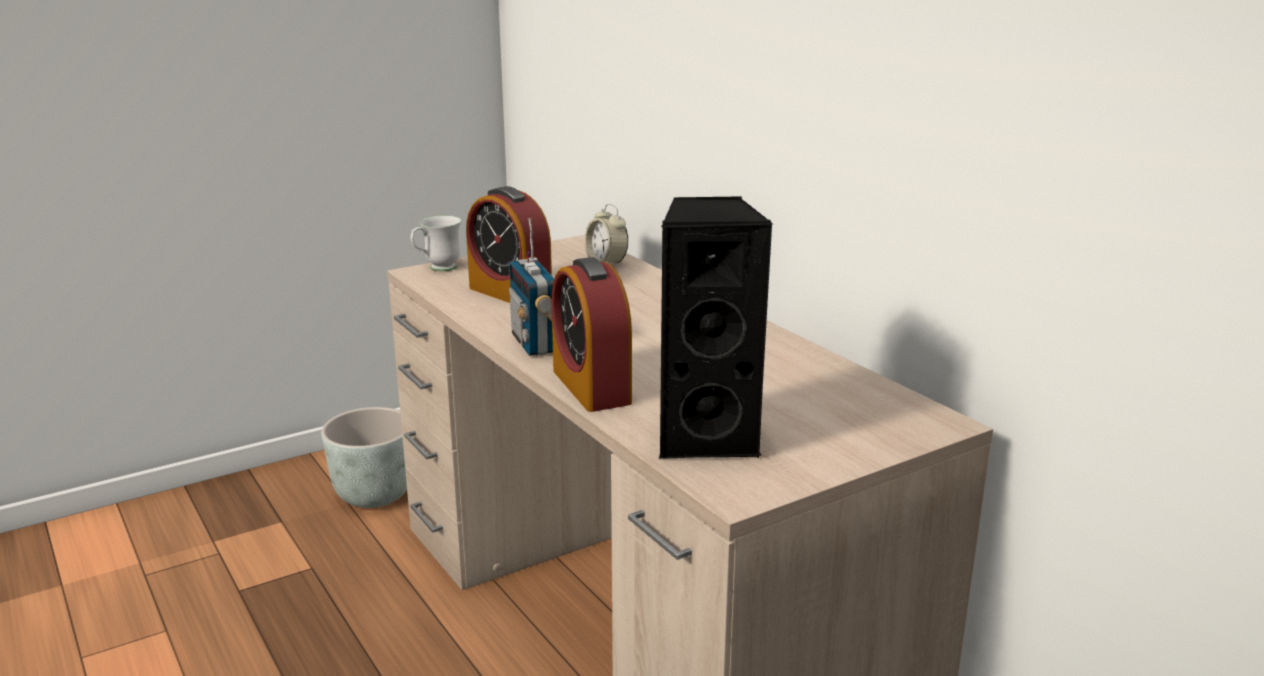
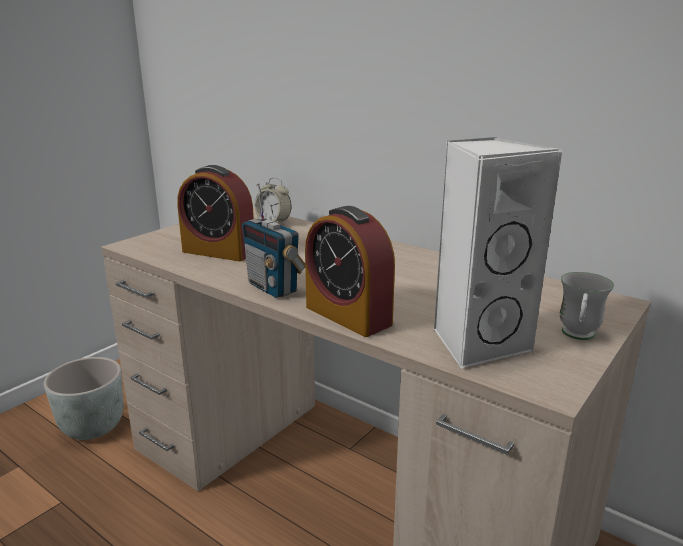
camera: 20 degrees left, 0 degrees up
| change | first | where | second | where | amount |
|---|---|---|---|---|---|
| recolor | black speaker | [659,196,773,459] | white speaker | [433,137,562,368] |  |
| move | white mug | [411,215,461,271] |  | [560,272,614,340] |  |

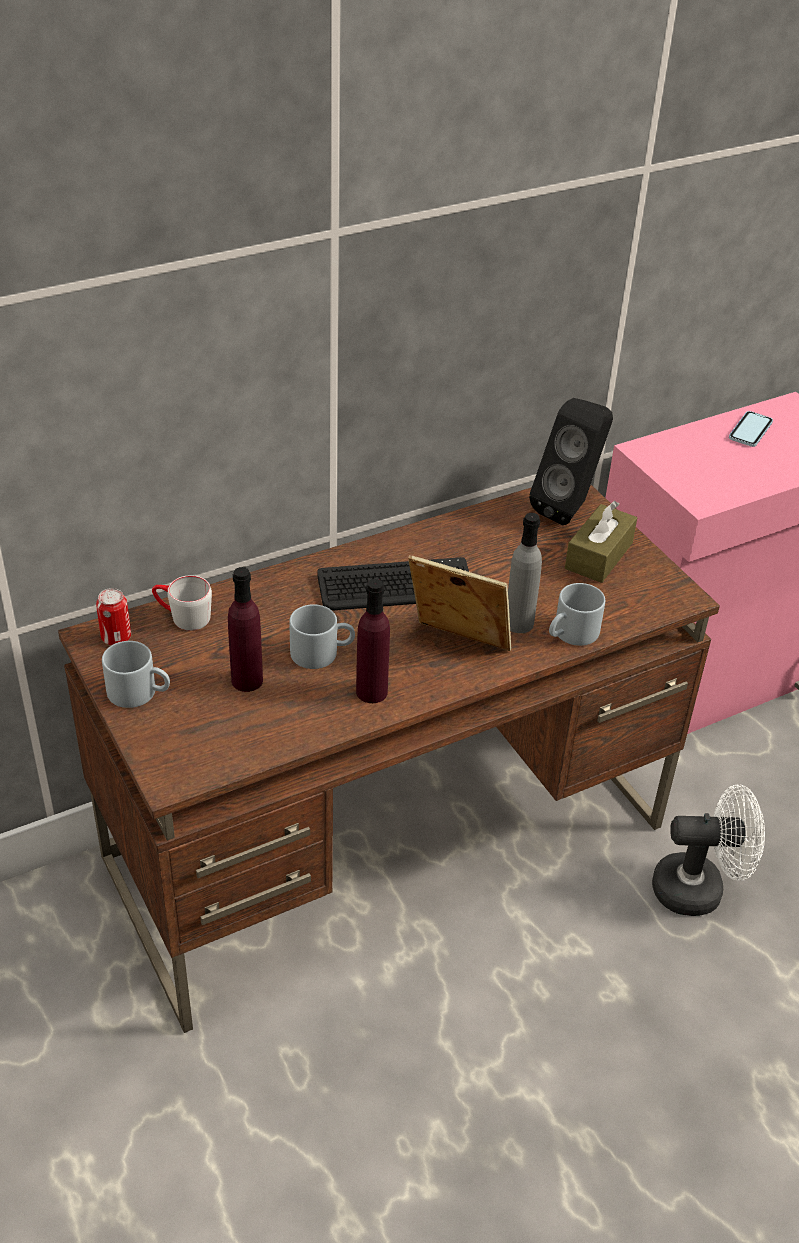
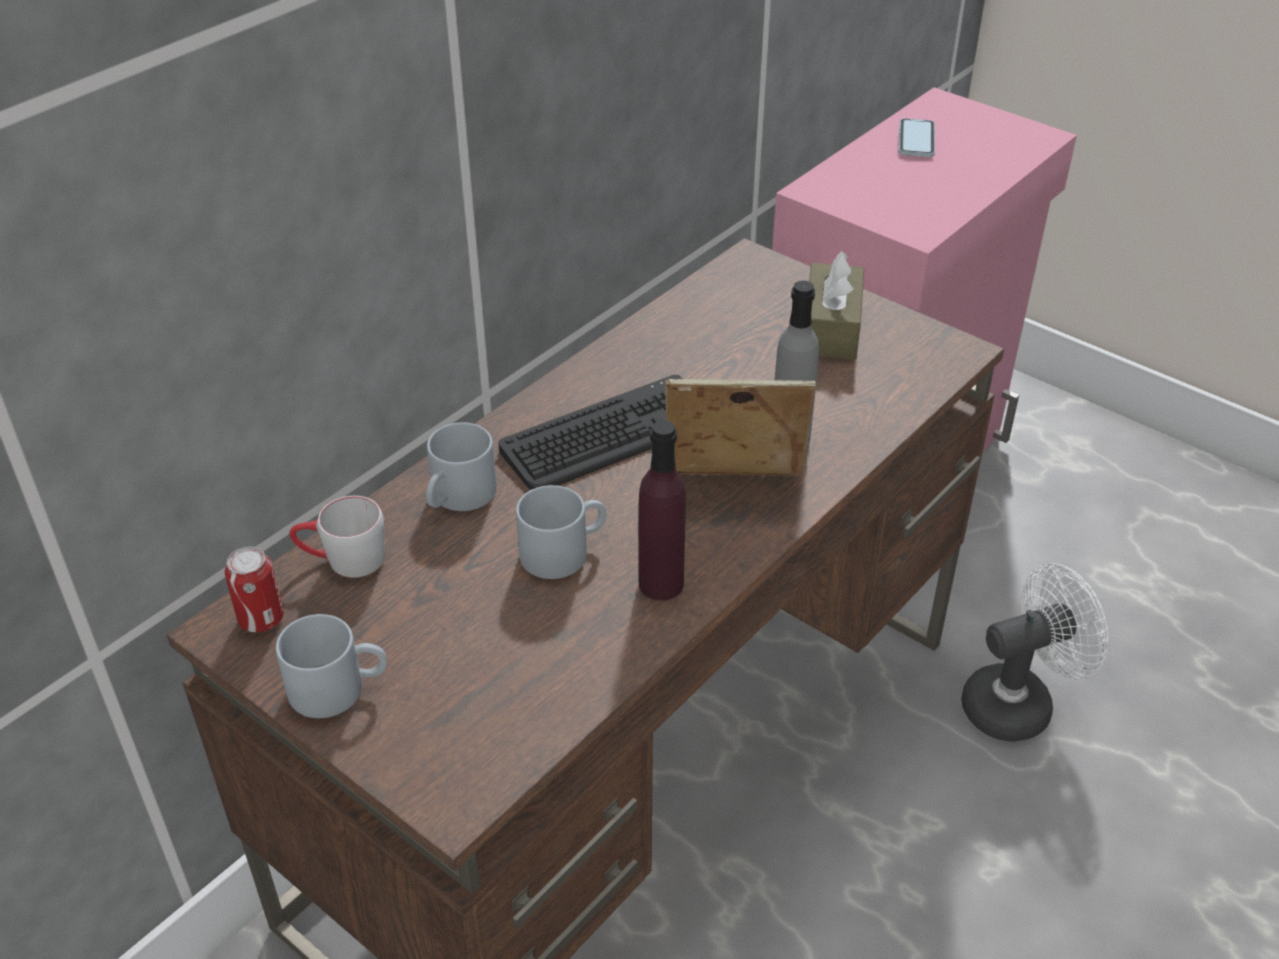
camera: 20 degrees left, 0 degrees up
| change | first | where | second | where | amount |
|---|---|---|---|---|---|
| move | grey mug | [549,583,605,646] |  | [426,422,497,511] |  |
| delete | purple bottle | [228,567,263,692] |  |  |  |
| delete | black speaker | [529,398,613,525] |  |  |  |

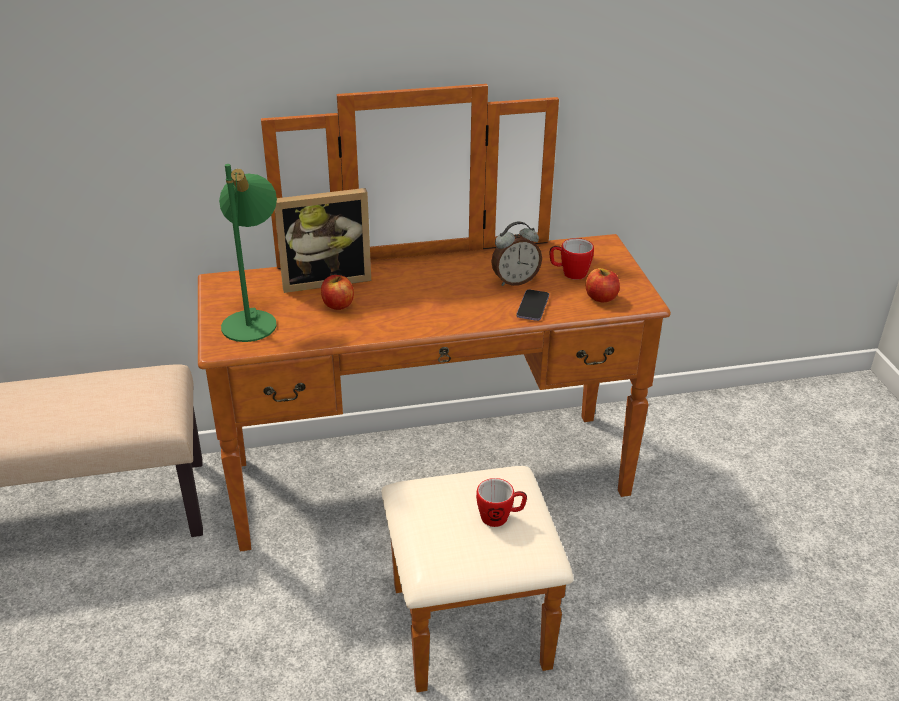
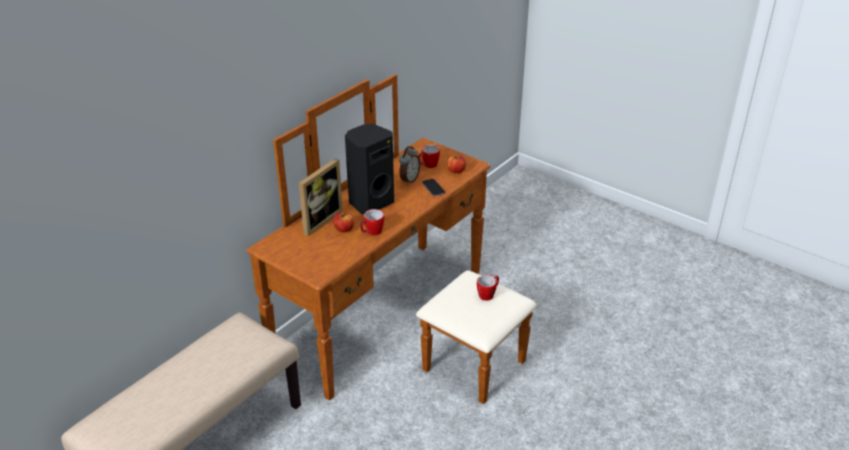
camera: 40 degrees left, 0 degrees up
| change | first | where | second | where | amount |
|---|---|---|---|---|---|
| insert |  |  | black speaker | [345,124,394,214] |  |
| insert |  |  | mug | [360,209,384,235] |  |
| delete | green table lamp | [219,164,277,342] |  |  |  |

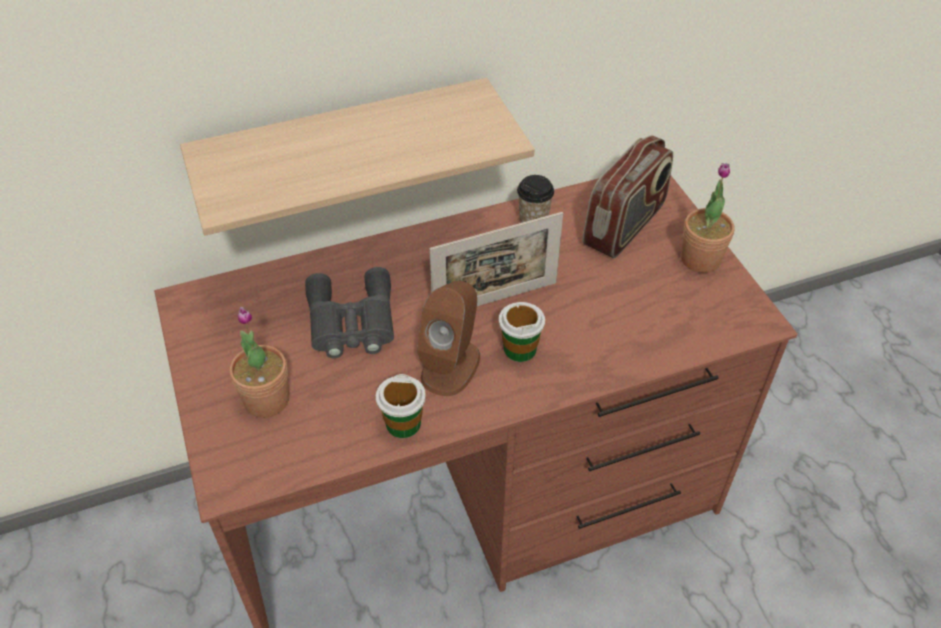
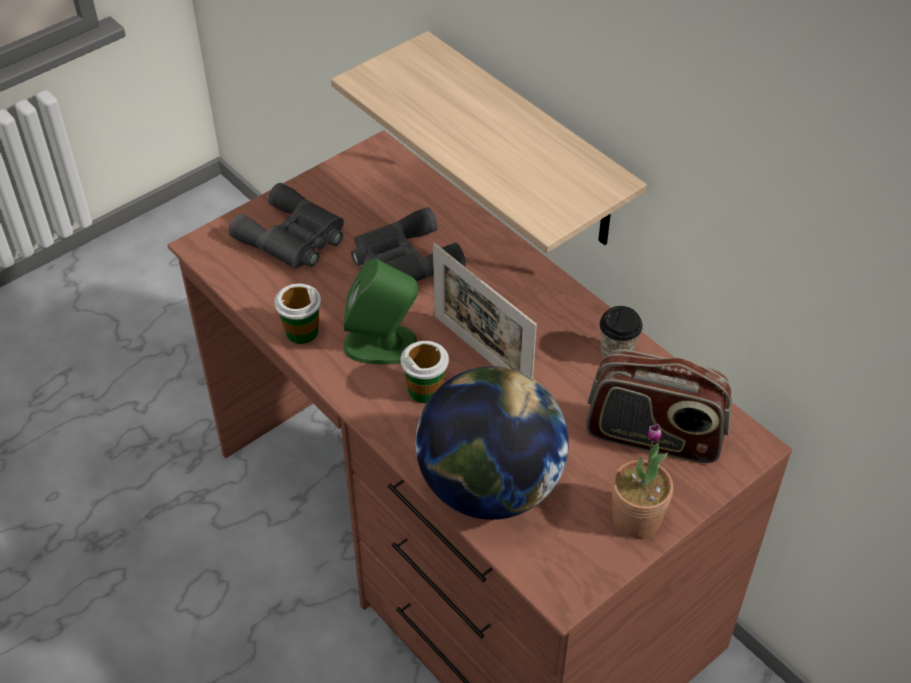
camera: 70 degrees right, 0 degrees up
| change | first | where | second | where | amount |
|---|---|---|---|---|---|
| replace | potted plant | [229,307,289,418] | grey binoculars | [229,183,344,269] |  |
| recolor | brown speaker | [417,281,480,396] | green speaker | [344,258,418,364] |  |
| insert |  |  | globe | [416,366,569,520] |  |

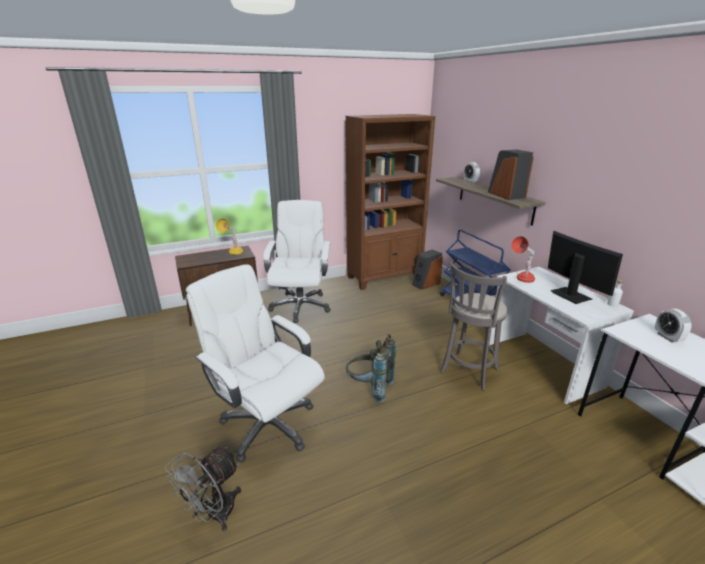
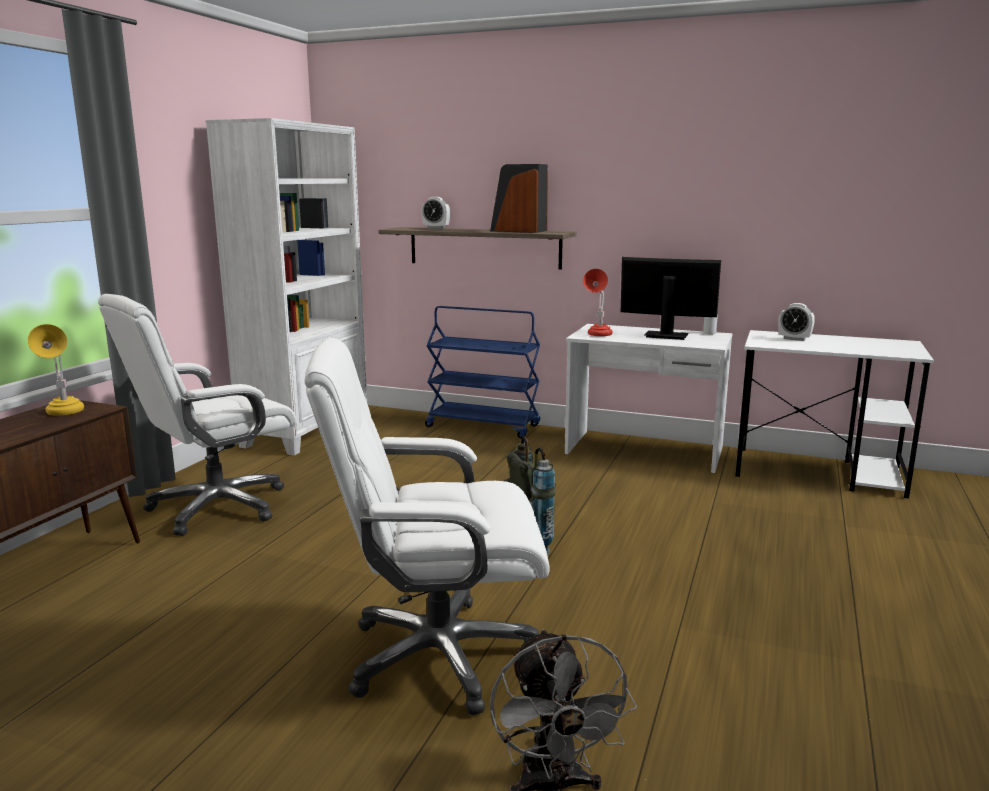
camera: 45 degrees left, 10 degrees down
| change | first | where | second | where | amount |
|---|---|---|---|---|---|
| rotate | white office chair | [263,200,331,323] |  | [98,294,297,536] | 90 degrees counterclockwise |
| recolor | brown bookcase | [346,114,435,290] | white bookcase | [205,118,367,456] |  |
| delete | speaker | [412,250,443,289] |  |  |  |
| delete | grey stool | [440,262,507,391] |  |  |  |

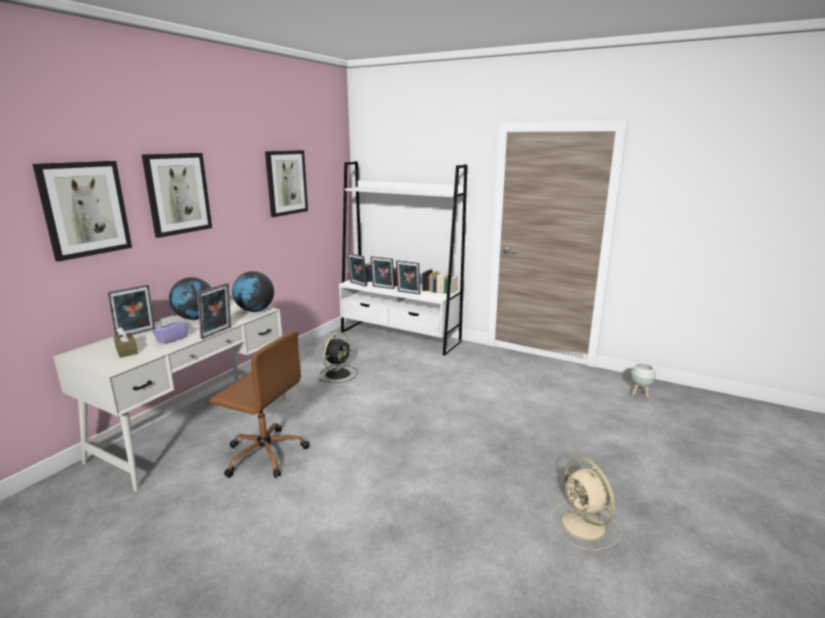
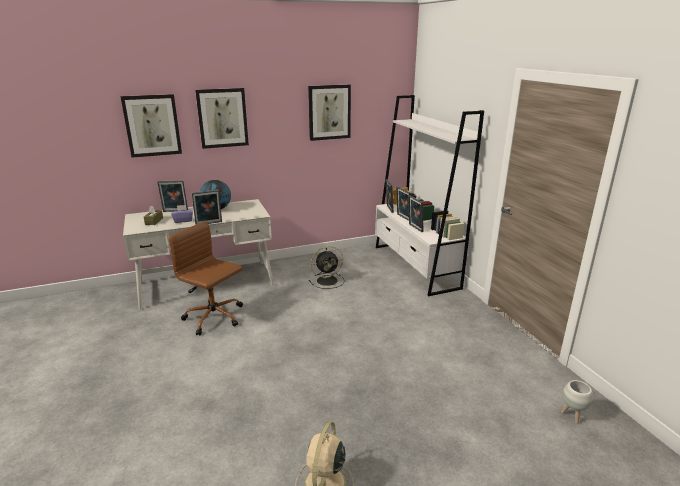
camera: 40 degrees right, 5 degrees up
| change | first | where | second | where | amount |
|---|---|---|---|---|---|
| rotate | brown office chair | [209,330,309,478] |  | [168,221,243,335] | 150 degrees clockwise |
| delete | globe | [232,271,274,312] |  |  |  |

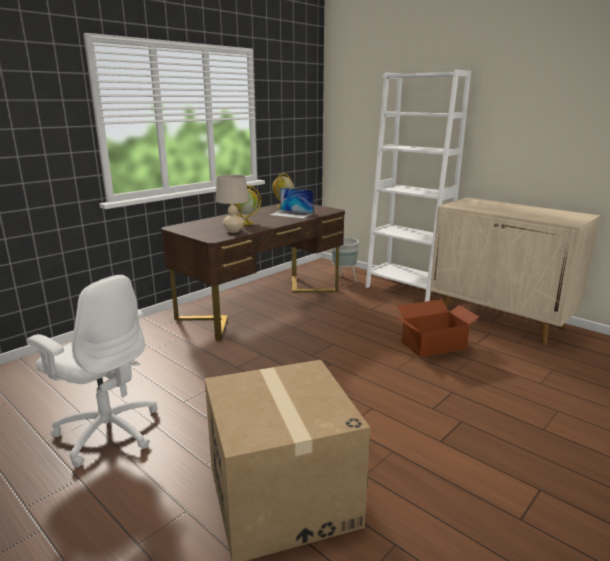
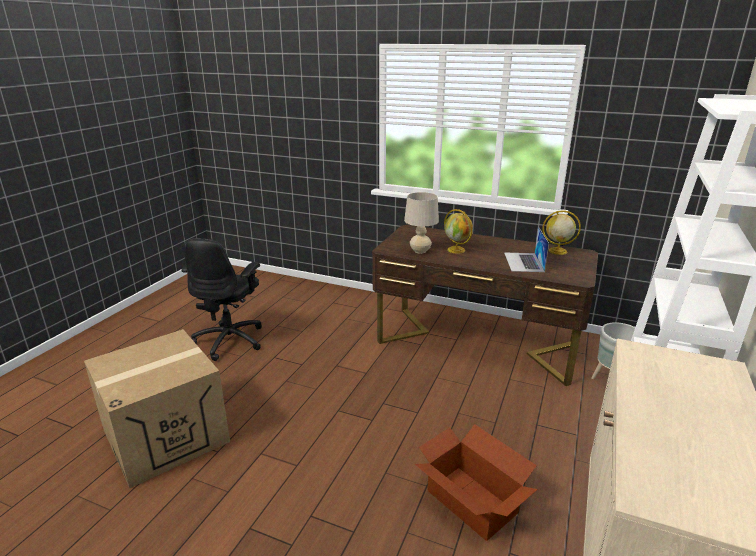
camera: 70 degrees right, 5 degrees up
| change | first | where | second | where | amount |
|---|---|---|---|---|---|
| recolor | white office chair | [27,275,158,468] | black office chair | [181,238,262,361] |  |

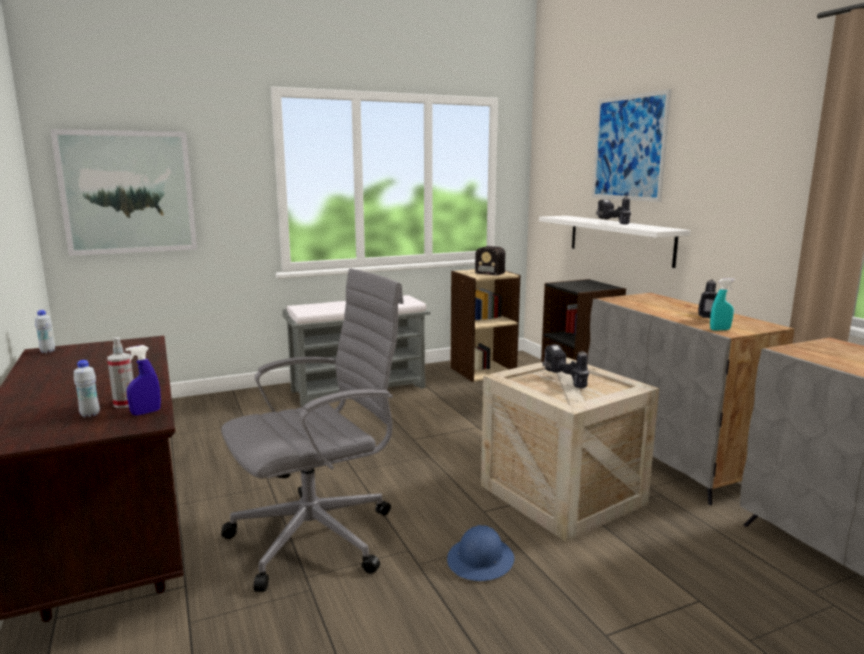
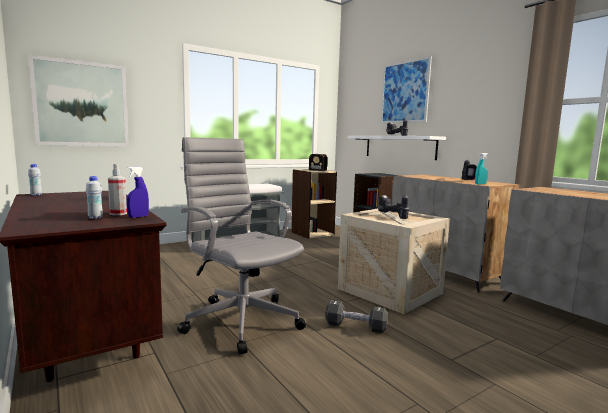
camera: 10 degrees left, 5 degrees down
| change | first | where | second | where | amount |
|---|---|---|---|---|---|
| rotate | grey office chair | [221,268,404,592] |  | [177,137,306,354] | 90 degrees counterclockwise |
| replace | blue hard hat | [447,525,514,581] | black dumbbell | [325,300,388,333] |  |

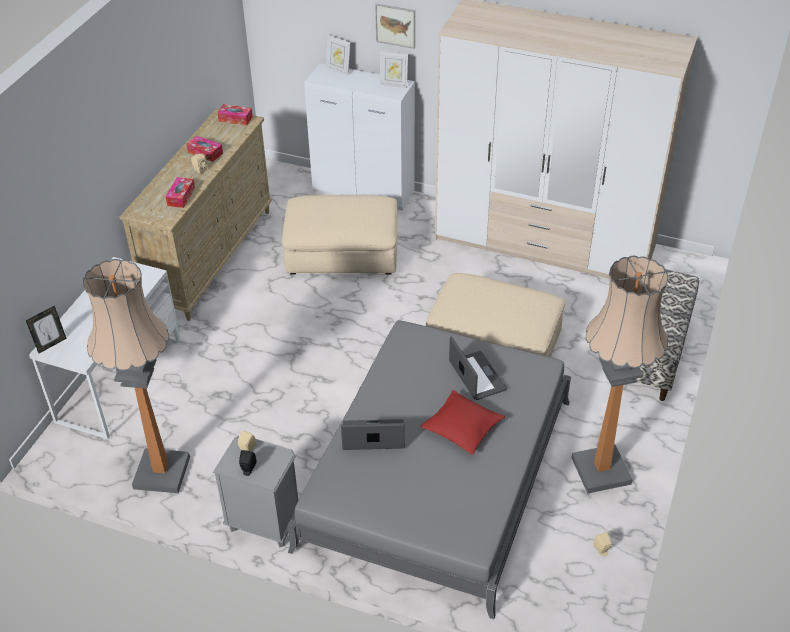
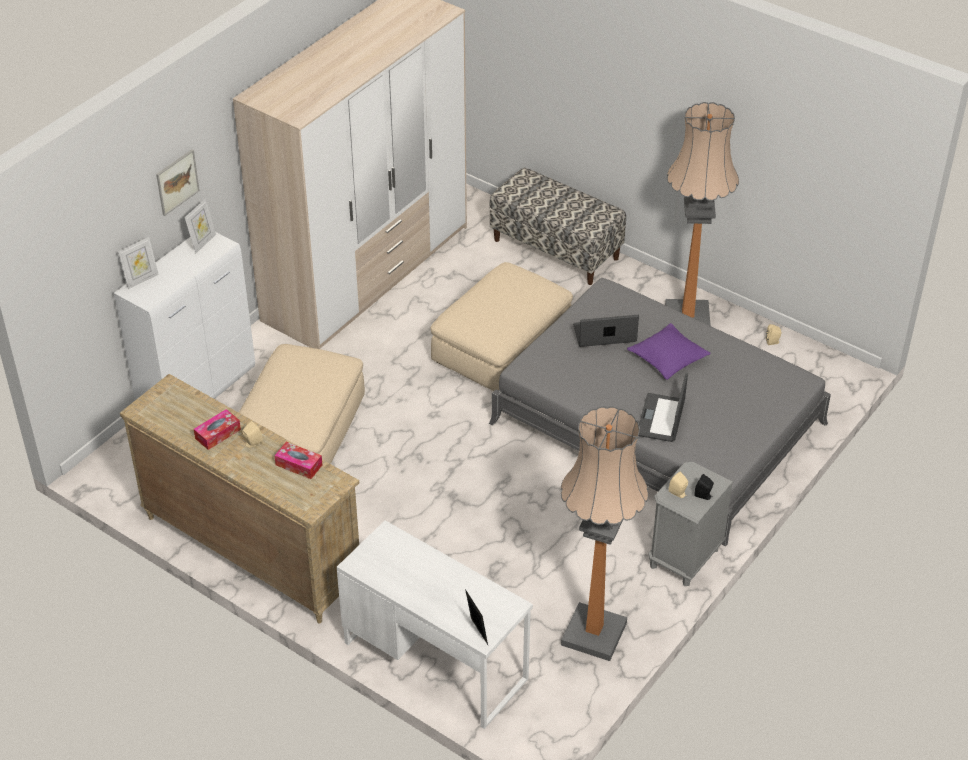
camera: 75 degrees left, 0 degrees up
| change | first | where | second | where | amount |
|---|---|---|---|---|---|
| recolor | red pillow | [420,390,505,455] | purple pillow | [627,323,711,380] |  |
| delete | tissue box | [217,104,253,125] |  |  |  |

